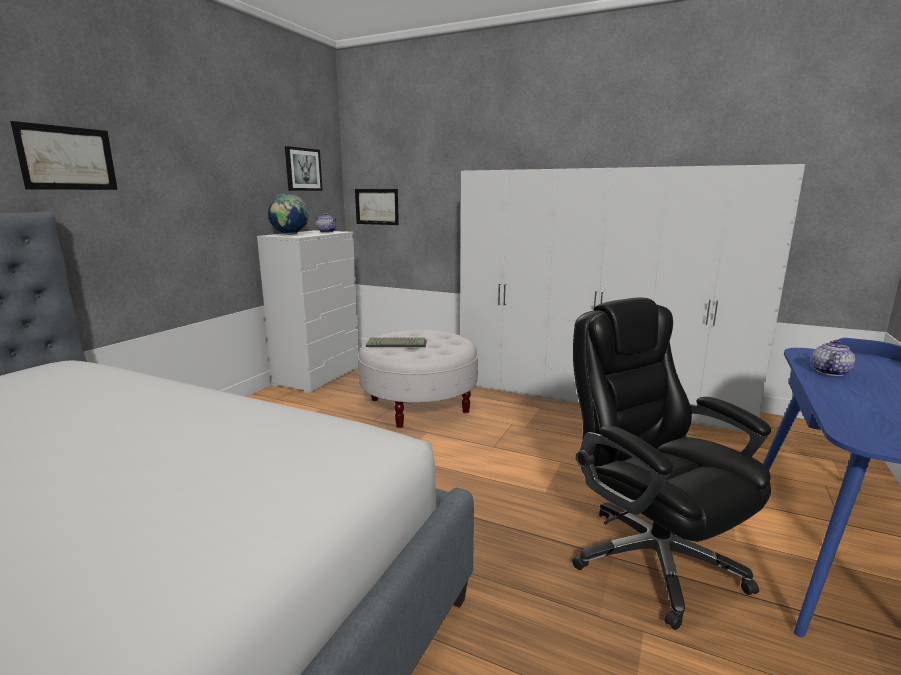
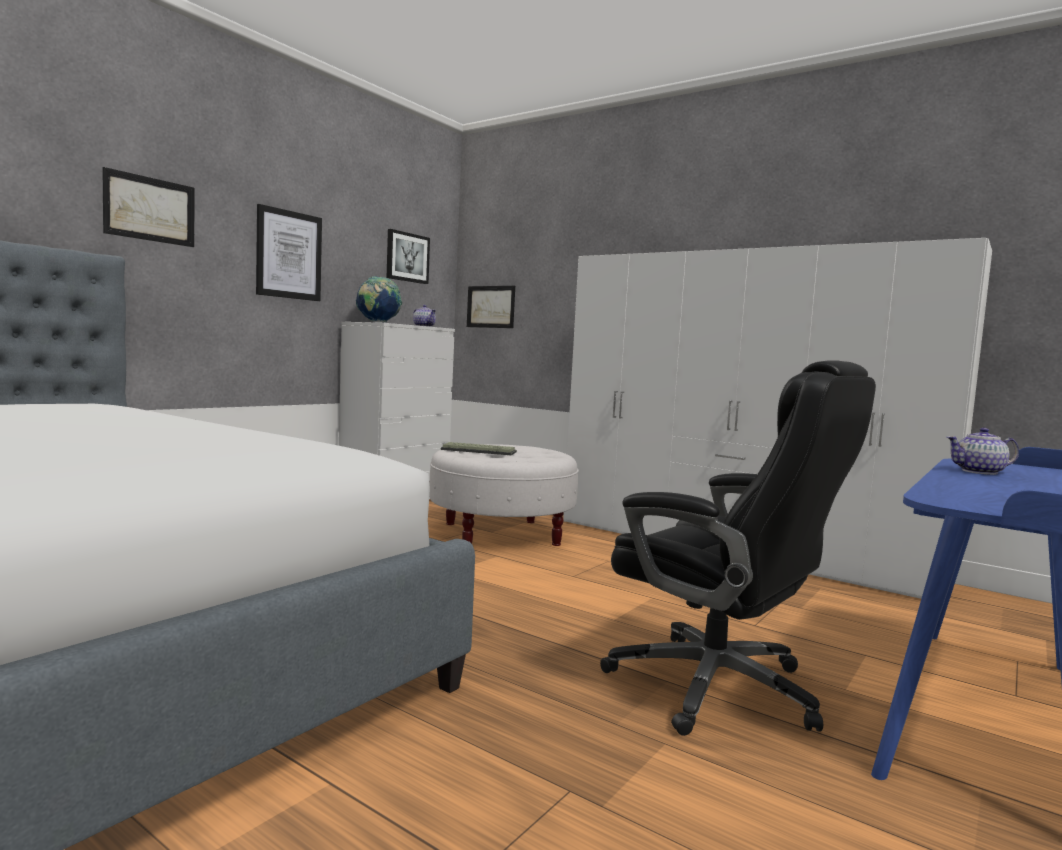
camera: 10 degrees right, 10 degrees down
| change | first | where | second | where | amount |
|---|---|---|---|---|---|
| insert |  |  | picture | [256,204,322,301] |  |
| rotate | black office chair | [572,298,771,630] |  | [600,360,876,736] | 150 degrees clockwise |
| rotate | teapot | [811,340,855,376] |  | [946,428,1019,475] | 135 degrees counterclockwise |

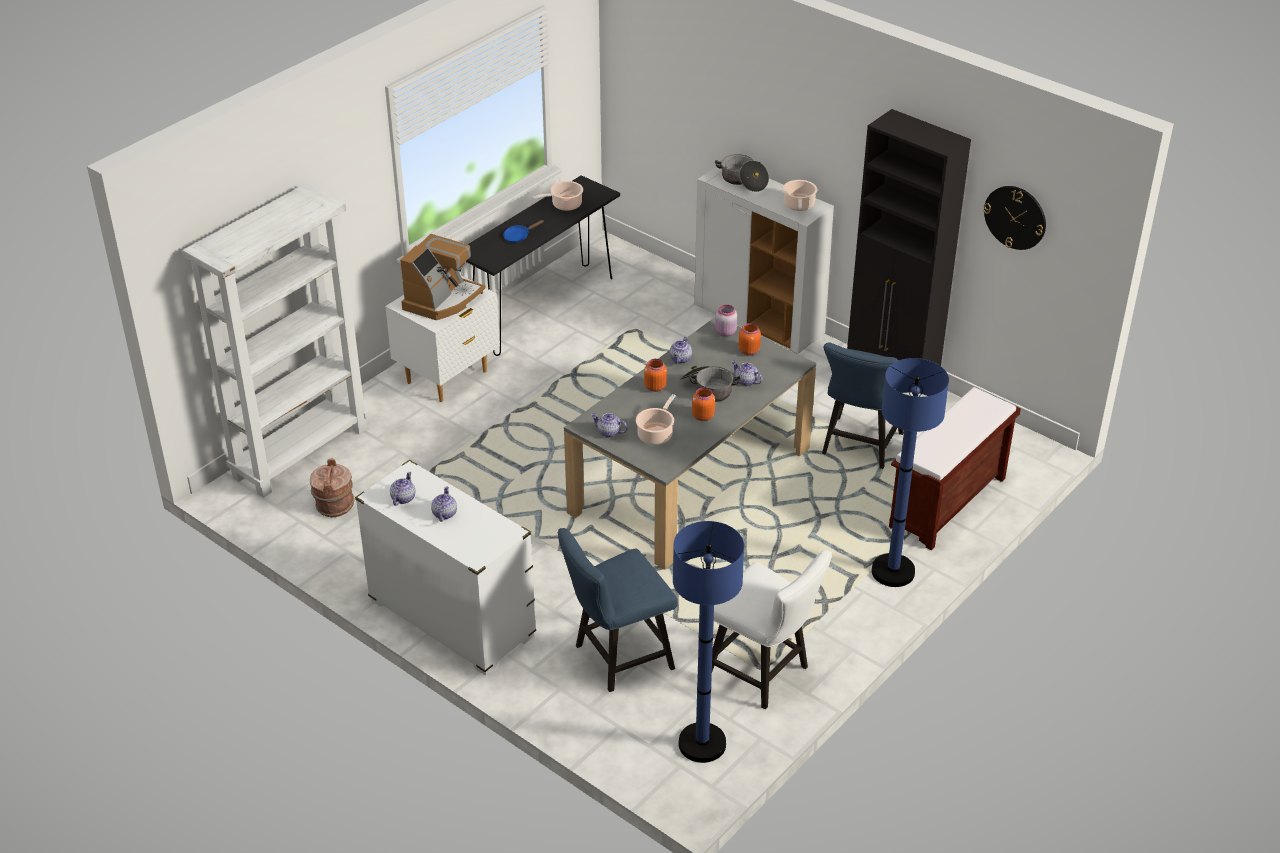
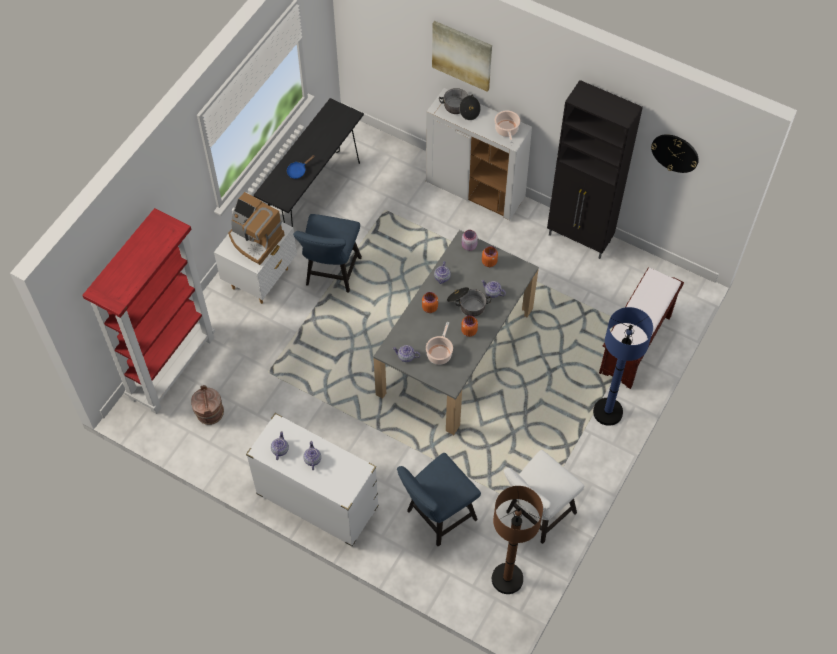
camera: 10 degrees left, 20 degrees up
| change | first | where | second | where | amount |
|---|---|---|---|---|---|
| recolor | white bookcase | [182,184,369,498] | red bookcase | [82,208,215,414] |  |
| rotate | coffee machine | [400,234,485,320] |  | [228,192,284,265] | 105 degrees clockwise |
| move | blue chair | [822,342,904,469] |  | [293,214,362,293] |  |
| insert |  |  | picture | [432,21,492,92] |  |
| recolor | blue floor lamp | [673,521,744,763] | brown floor lamp | [492,486,543,594] |  |
| rotate | white chair | [712,550,832,709] |  | [504,450,584,544] | 105 degrees clockwise |
| delete | cooking pot | [533,181,583,211] |  |  |  |

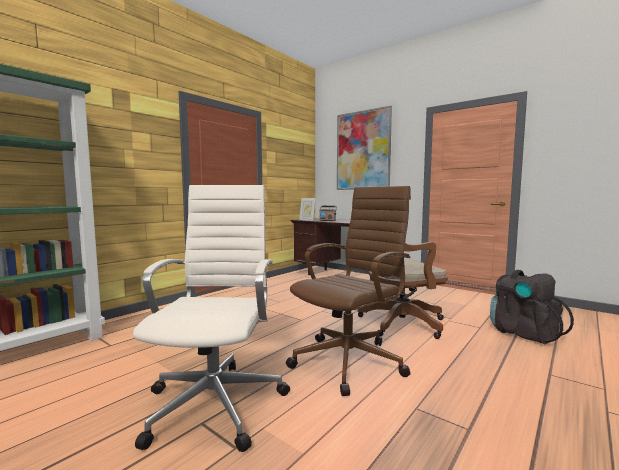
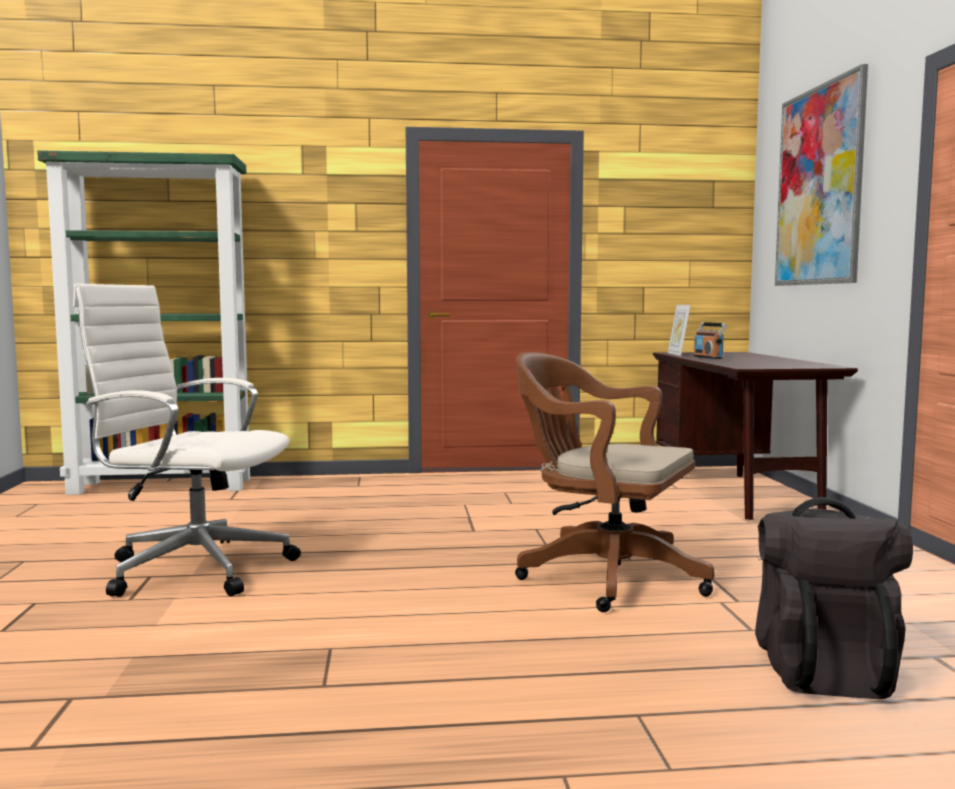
camera: 45 degrees right, 0 degrees up
| change | first | where | second | where | amount |
|---|---|---|---|---|---|
| rotate | white office chair | [133,185,290,452] |  | [73,284,301,597] | 120 degrees counterclockwise |
| delete | brown office chair | [286,186,411,396] |  |  |  |

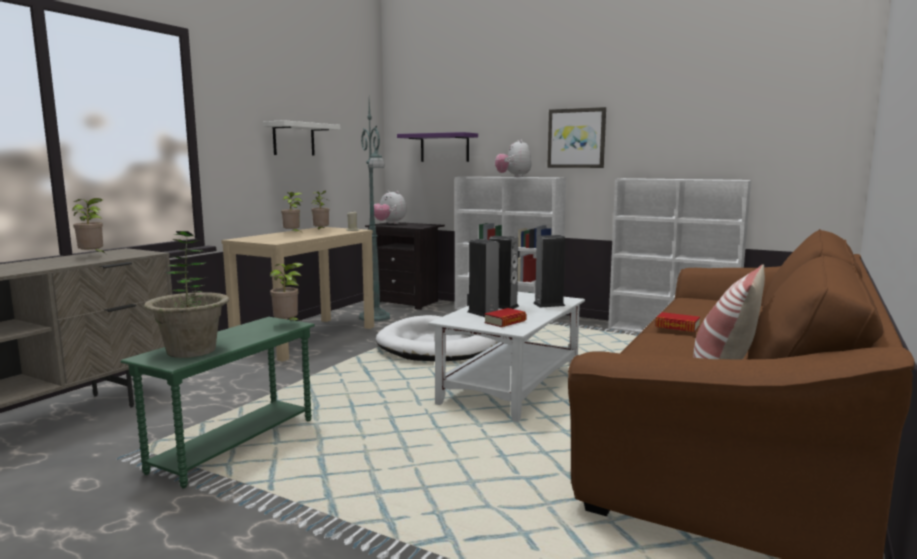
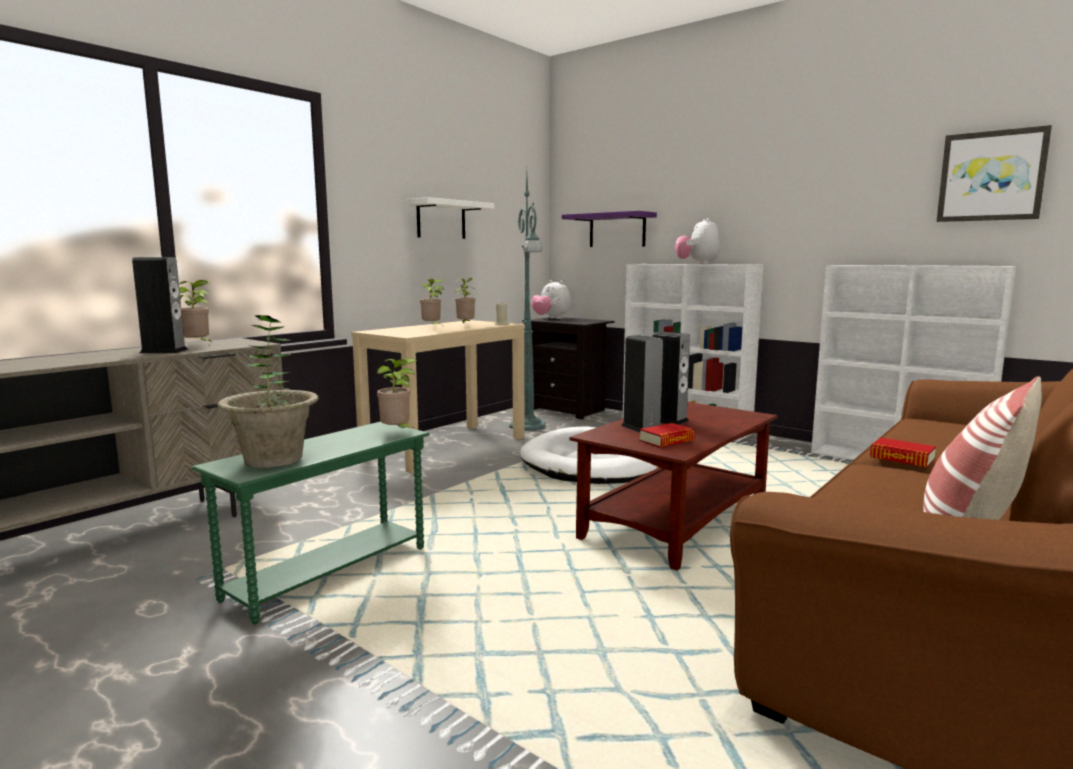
camera: 10 degrees right, 0 degrees up
| change | first | where | second | where | amount |
|---|---|---|---|---|---|
| move | speaker | [533,235,565,307] |  | [132,257,188,353] |  |
| recolor | white coffee table | [428,292,585,422] | brown coffee table | [569,402,777,571] |  |
| move | picture | [547,107,606,168] |  | [936,125,1052,222] |  |

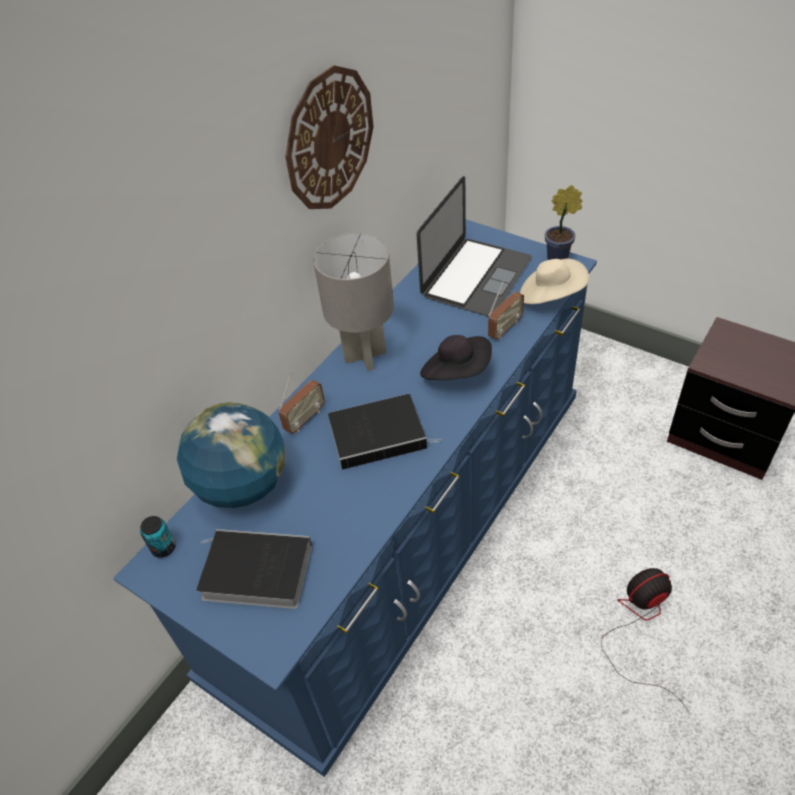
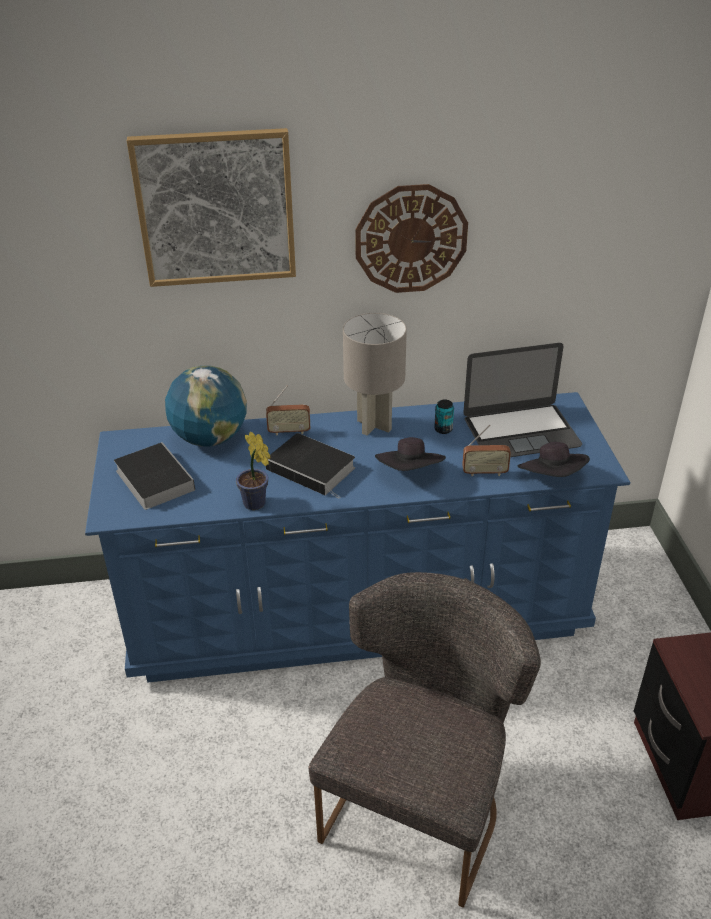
camera: 45 degrees right, 10 degrees down
| change | first | where | second | where | amount |
|---|---|---|---|---|---|
| insert |  |  | picture | [127,128,296,287] |  |
| move | potted plant | [545,185,583,260] |  | [236,431,271,510] |  |
| replace | fan | [601,568,689,712] | grey chair | [309,572,541,908] |  |
| move | can | [140,516,176,558] |  | [434,400,454,434] |  |
| recolor | beige hat | [520,259,589,304] | black hat | [517,442,590,477] |  |

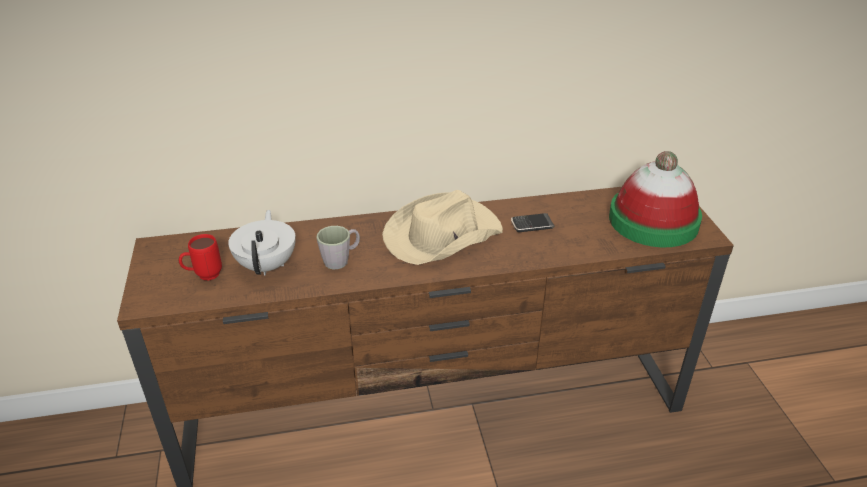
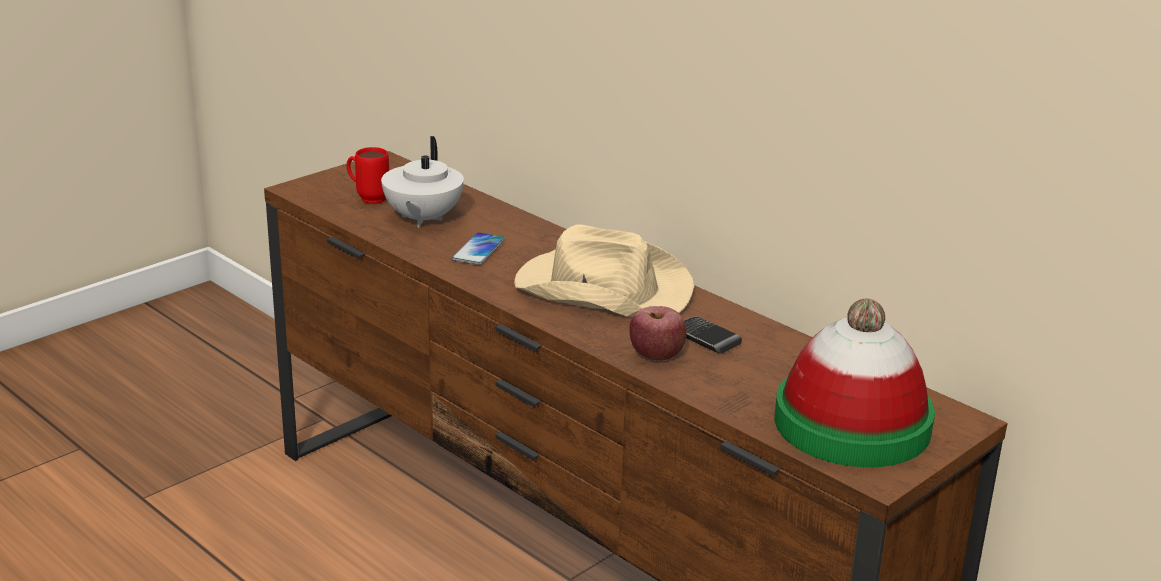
camera: 55 degrees right, 10 degrees down
| change | first | where | second | where | amount |
|---|---|---|---|---|---|
| rotate | white teapot | [228,210,296,276] |  | [381,136,464,227] | 135 degrees clockwise |
| replace | grey mug | [317,226,360,269] | phone | [452,232,505,265] |  |
| insert |  |  | apple | [629,306,687,361] |  |

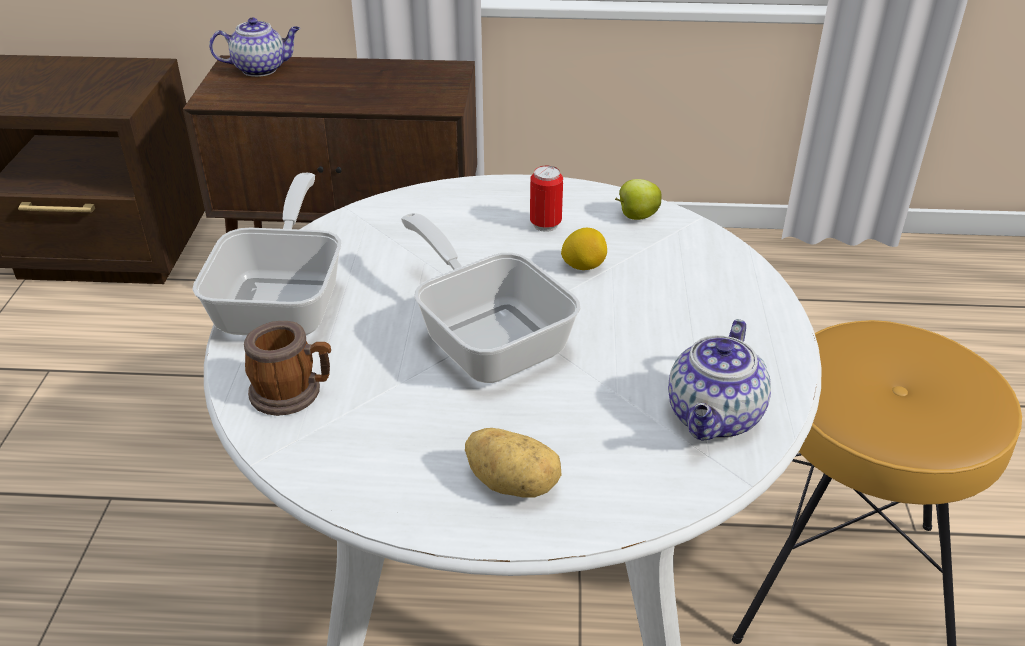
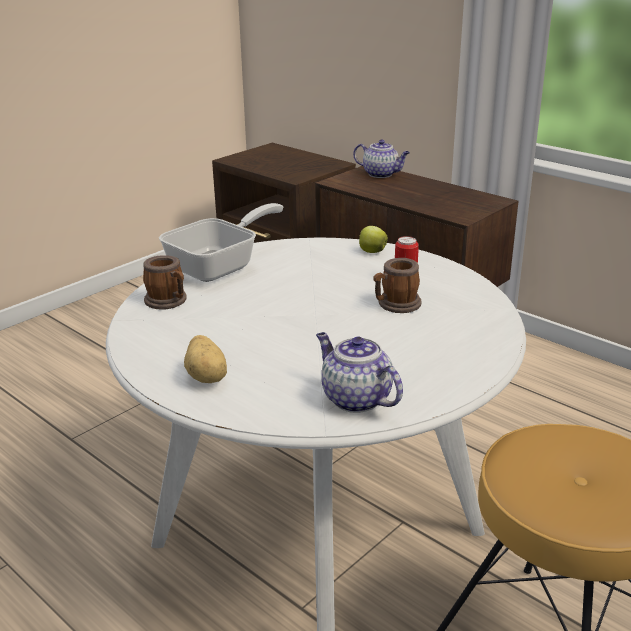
camera: 40 degrees right, 10 degrees down
| change | first | where | second | where | amount |
|---|---|---|---|---|---|
| rotate | teapot | [668,319,771,441] |  | [316,332,403,413] | 75 degrees clockwise |
| move | apple | [615,179,662,220] |  | [359,226,388,253] |  |
| replace | lemon | [561,228,607,270] | mug | [373,258,422,313] |  |
| delete | frying pan | [401,213,581,383] |  |  |  |

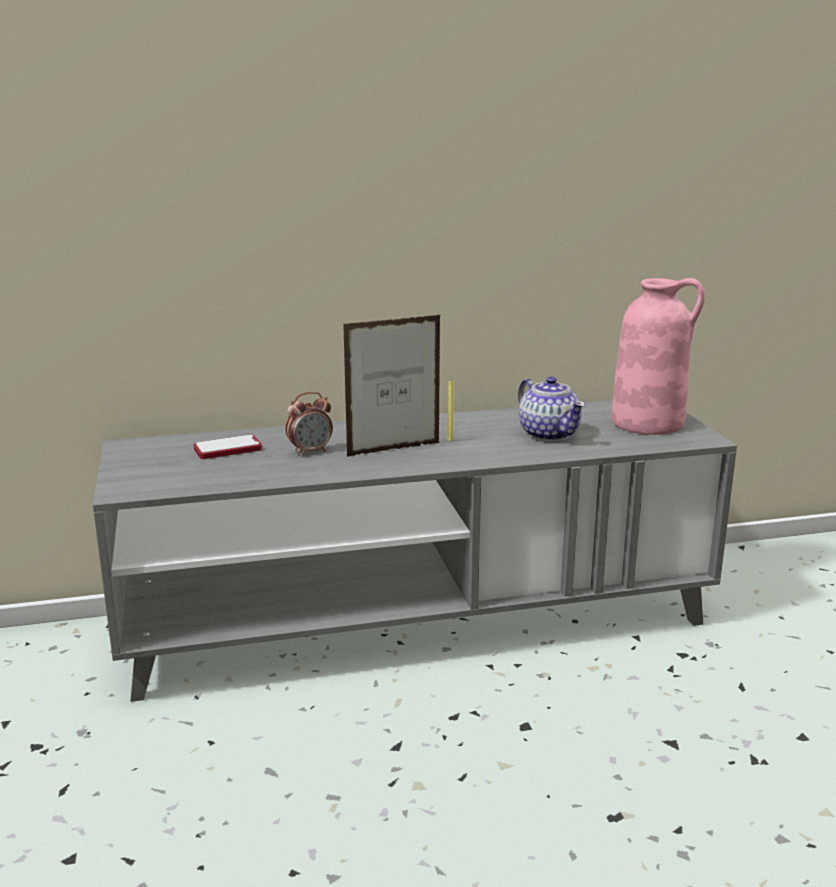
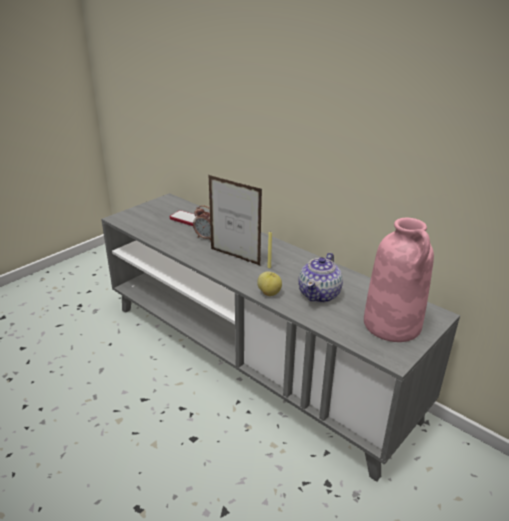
camera: 55 degrees right, 10 degrees up
| change | first | where | second | where | amount |
|---|---|---|---|---|---|
| insert |  |  | apple | [257,271,282,296] |  |

